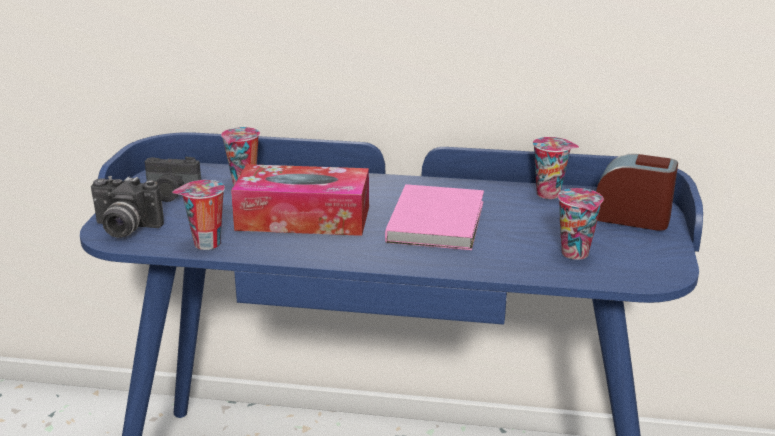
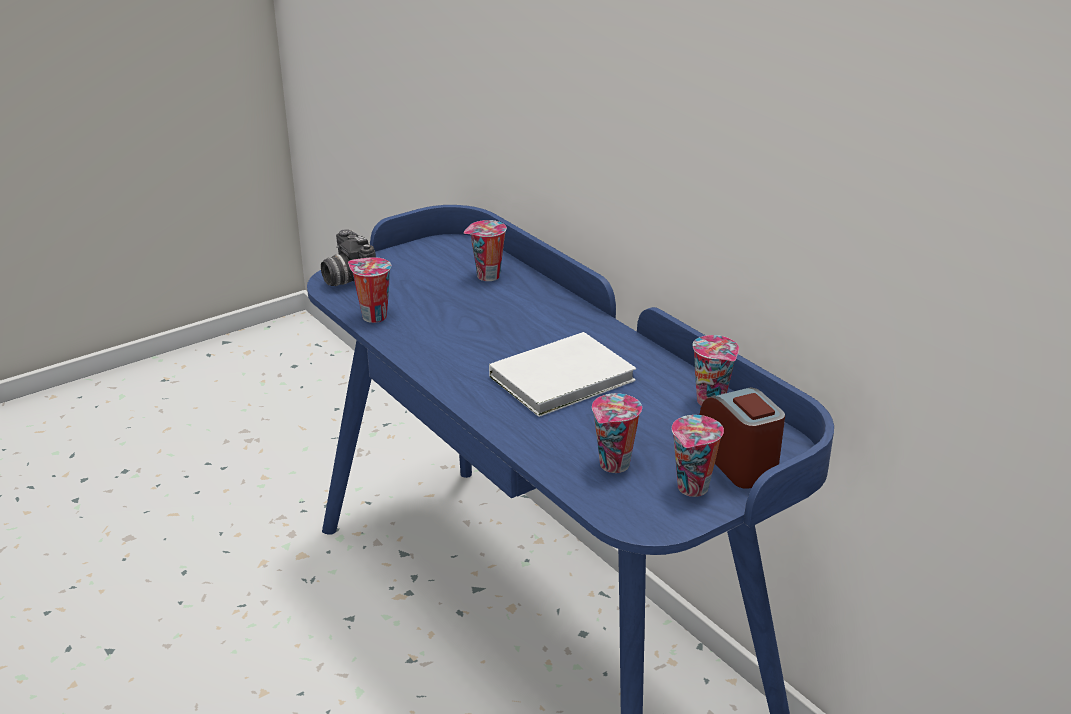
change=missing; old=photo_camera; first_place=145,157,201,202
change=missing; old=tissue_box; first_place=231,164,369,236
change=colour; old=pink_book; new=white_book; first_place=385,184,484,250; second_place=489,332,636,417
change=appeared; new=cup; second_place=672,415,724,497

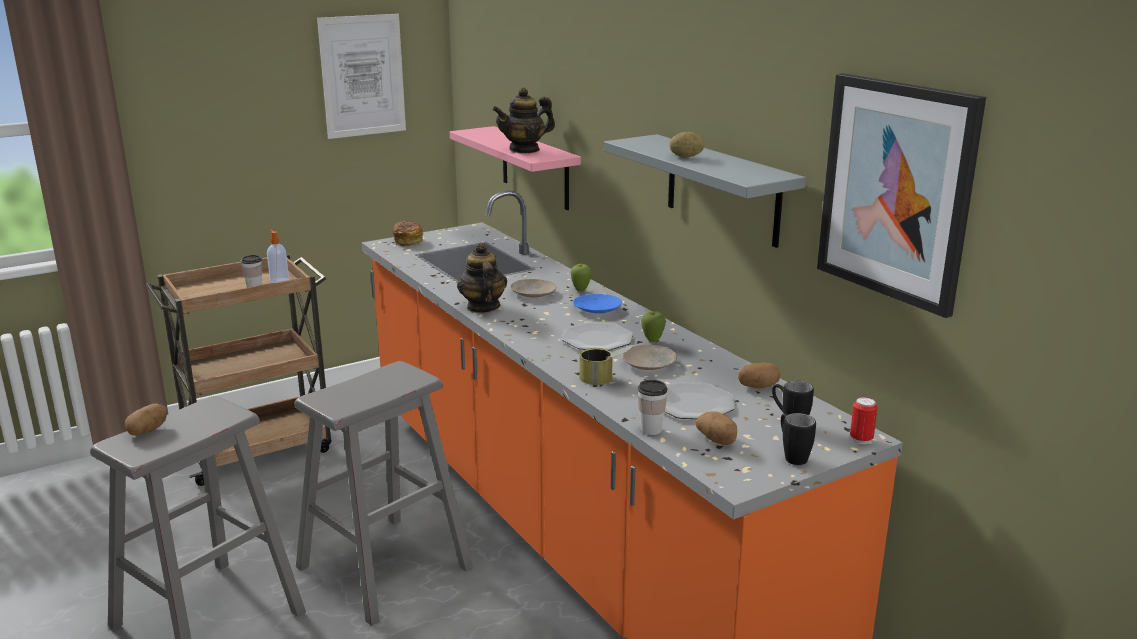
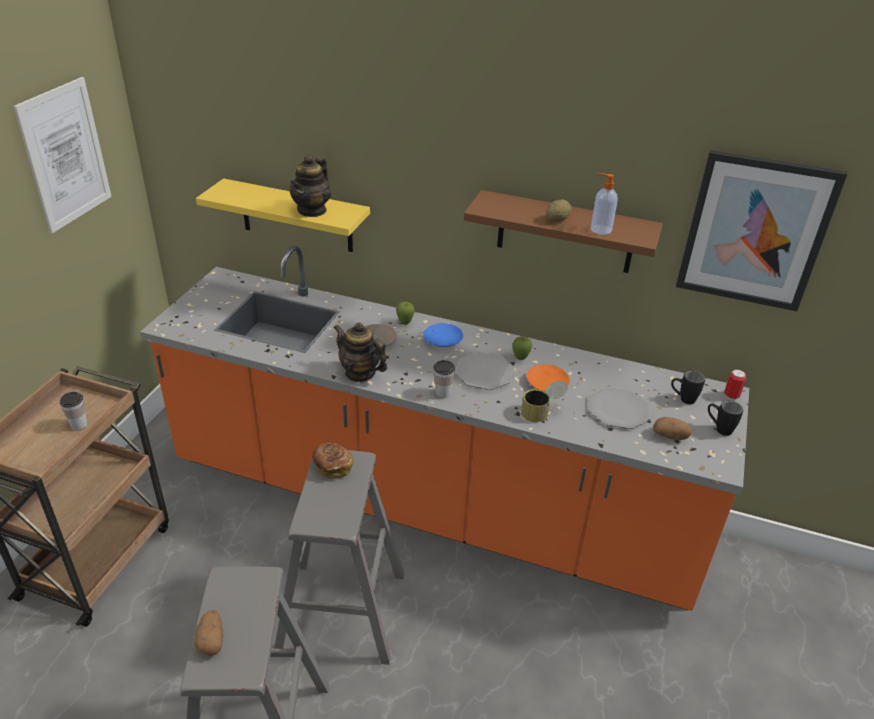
change=relocated; old=soap_dispenser; first_place=267,230,289,283; second_place=591,173,618,235
change=relocated; old=bread; first_place=393,221,424,246; second_place=312,443,353,479
change=colour; old=pink_shelf; new=yellow_shelf; first_place=450,126,581,210; second_place=196,178,370,252
change=colour; old=grey_shelf; new=brown_shelf; first_place=604,134,806,248; second_place=464,190,663,273
change=colour; old=beige_plate; new=orange_plate; first_place=623,345,677,370; second_place=527,364,570,392
change=relocated; old=cup; first_place=638,380,667,435; second_place=434,360,455,398
change=missing; old=potato; first_place=738,362,780,388

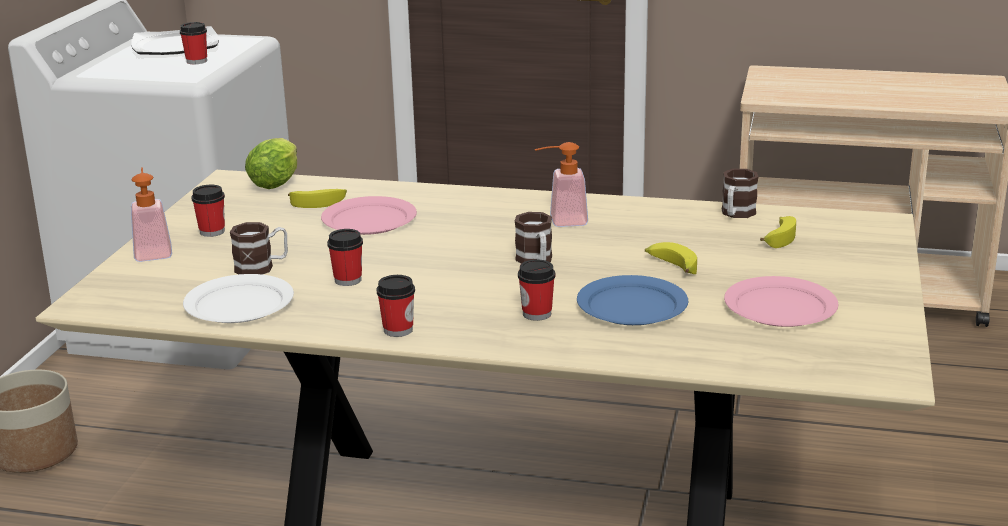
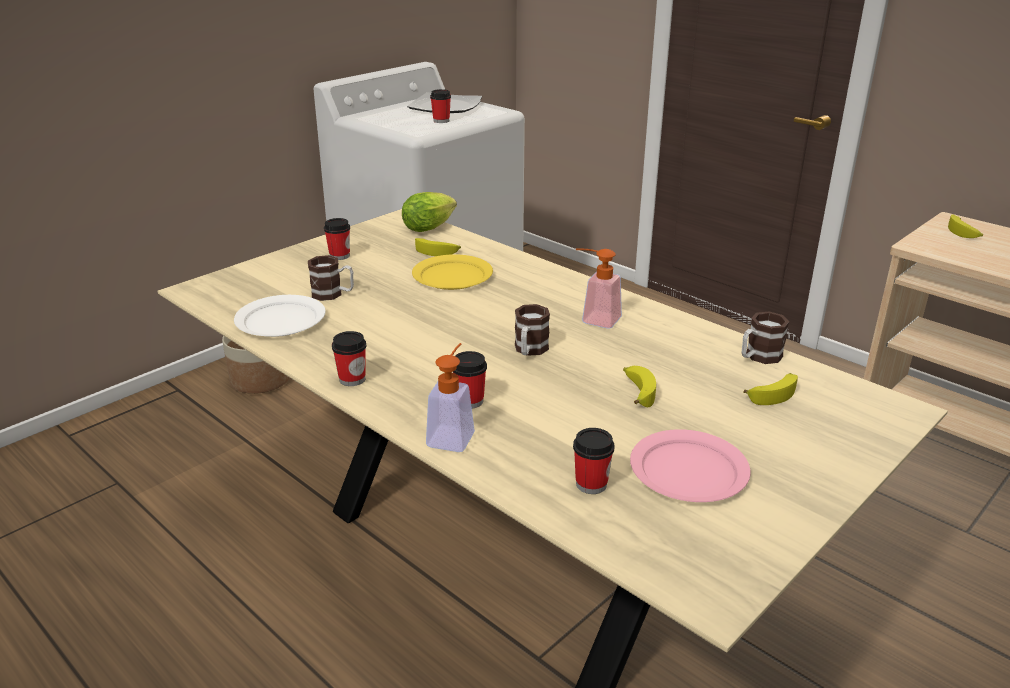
change=relocated; old=soap_dispenser; first_place=131,167,172,262; second_place=426,343,475,452
change=colour; old=pink_plate; new=yellow_plate; first_place=321,196,417,235; second_place=412,254,493,290
change=relocated; old=cup; first_place=327,229,363,286; second_place=573,428,615,494
change=missing; old=blue_plate; first_place=577,275,689,325
change=appeared; new=banana; second_place=948,214,983,238

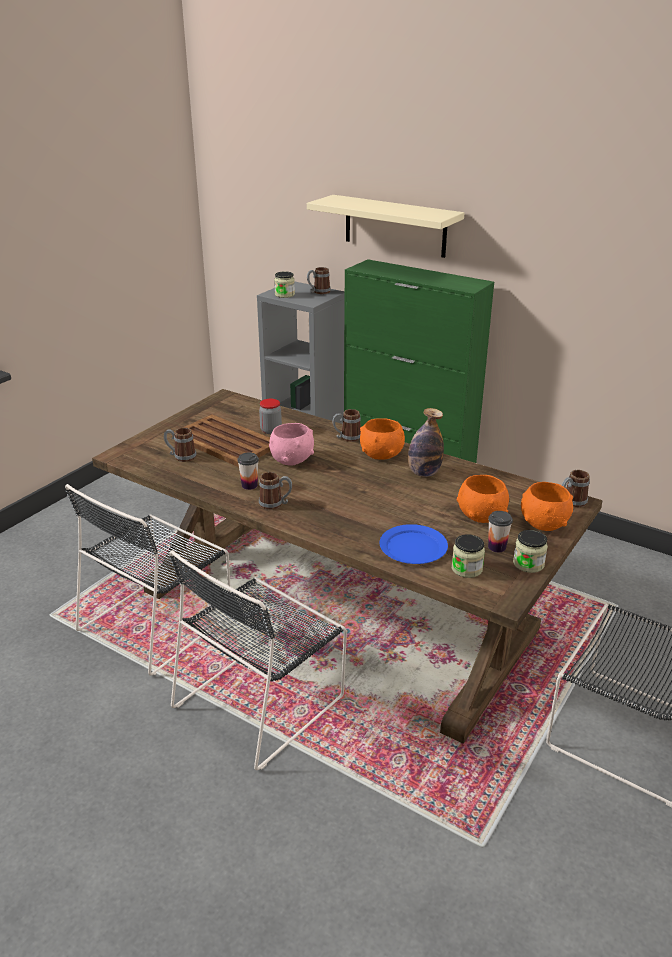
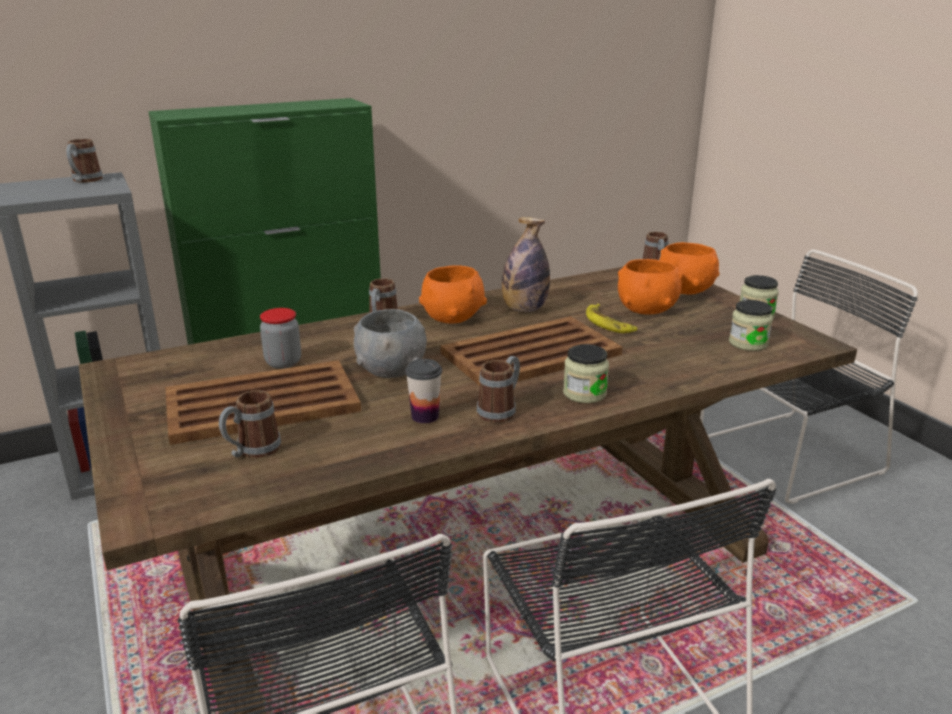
change=colour; old=pink_bowl; new=grey_bowl; first_place=269,423,314,465; second_place=354,309,427,378
change=relocated; old=jar; first_place=274,271,295,298; second_place=563,344,609,403
change=missing; old=beige_shelf; first_place=307,195,464,258
change=missing; old=blue_plate; first_place=379,524,448,564
change=missing; old=cup; first_place=488,511,513,552
change=appeared; new=brown_tray; second_place=440,316,623,386
change=appeared; new=banana; second_place=586,304,637,333

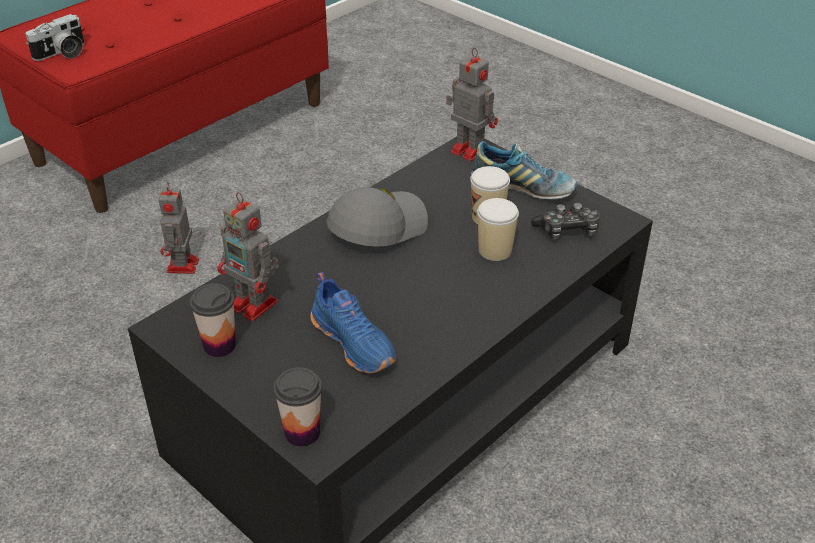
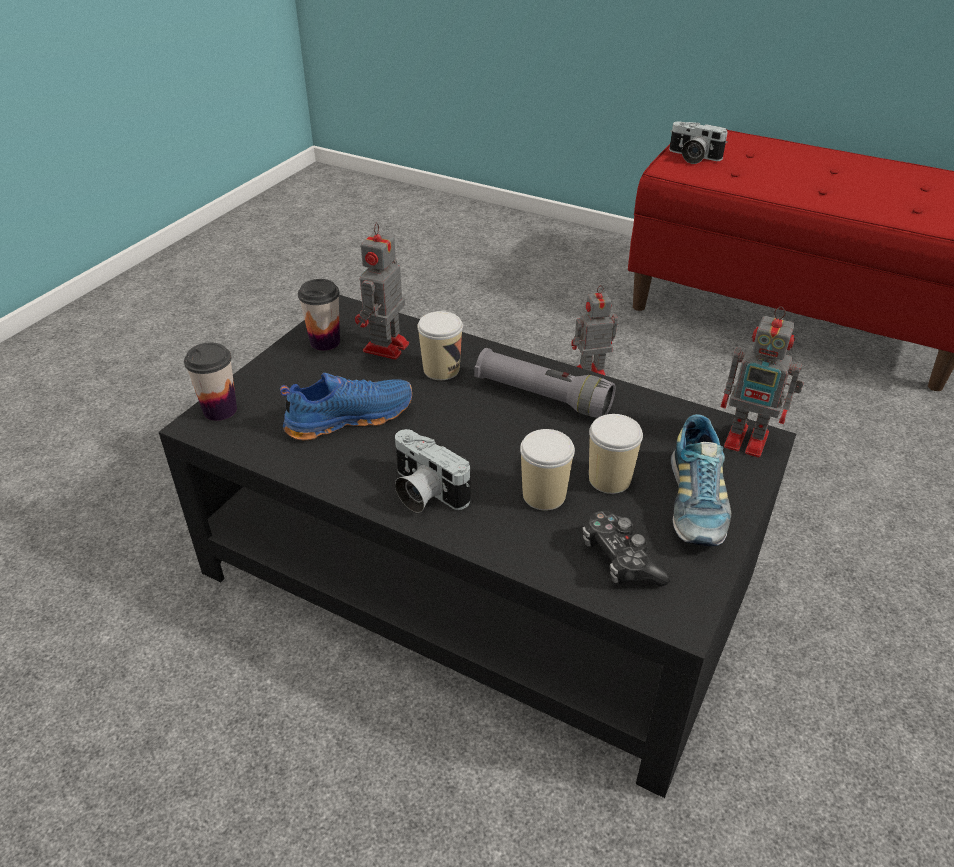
change=spun; old=blue_shoe; first_place=310,272,396,374; second_place=280,373,412,440; degrees=-150
change=exchanged; old=grey_cap; new=grey_flashlight; first_place=326,187,428,247; second_place=475,348,615,418
change=spun; old=toy_robot; first_place=446,48,498,161; second_place=720,306,803,457; degrees=90
change=appeared; new=photo_camera; second_place=395,429,470,513
change=appeared; new=cup; second_place=417,311,463,380

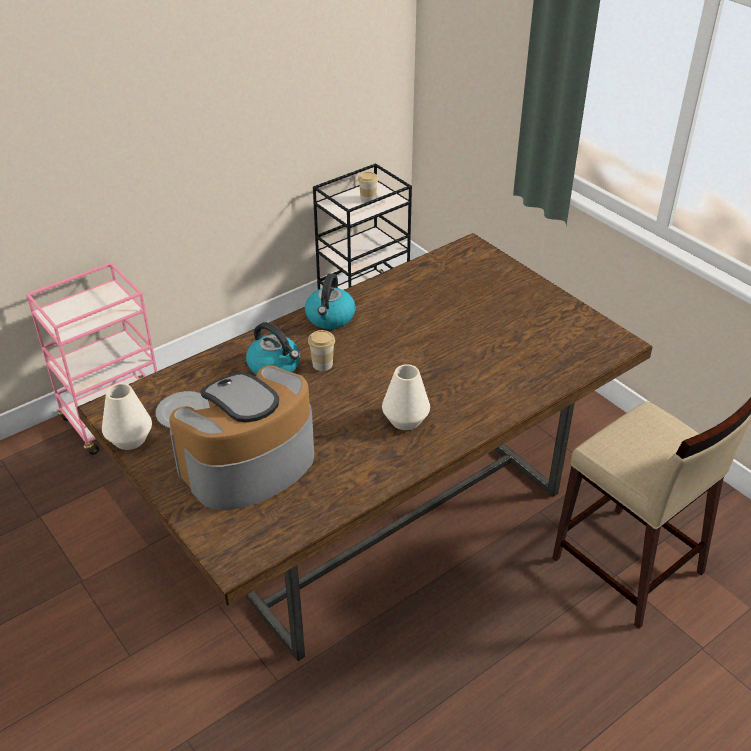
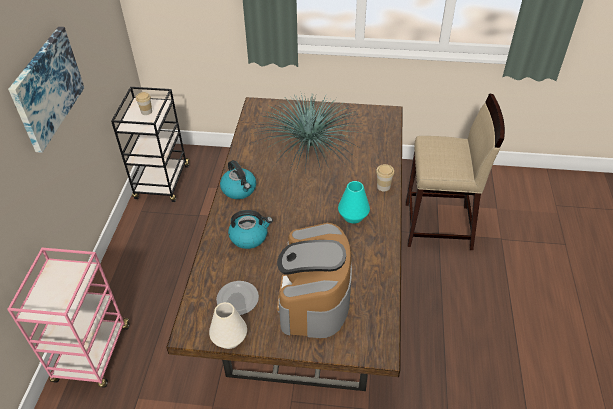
change=relocated; old=cup; first_place=308,330,335,371; second_place=376,164,395,191
change=colour; old=white_vase; new=turquoise_vase; first_place=382,364,430,430; second_place=338,181,370,224
change=appeared; new=picture; second_place=8,27,84,153
change=appeared; new=potted_plant; second_place=249,91,365,171

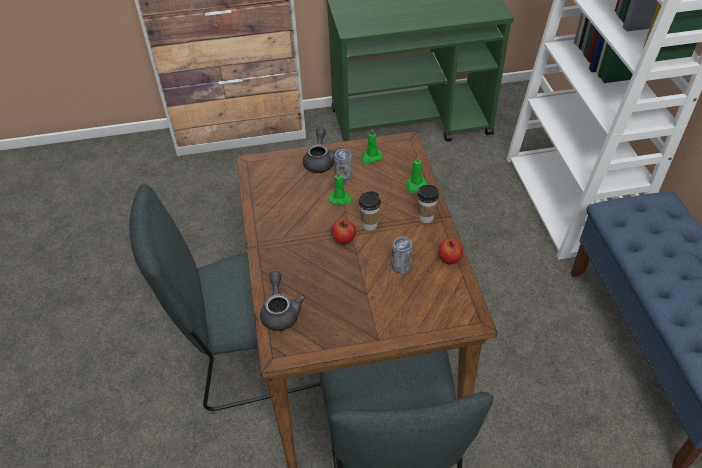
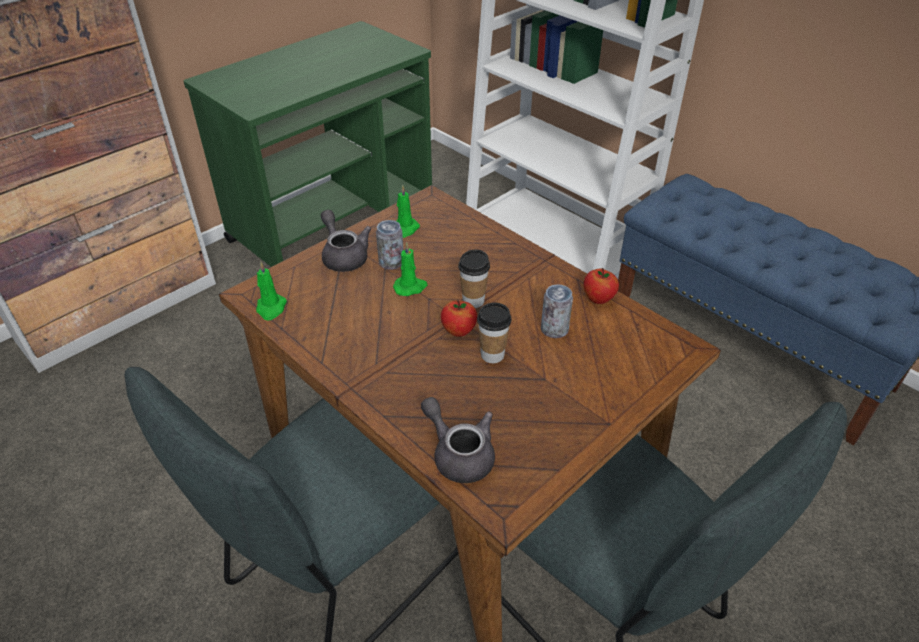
change=relocated; old=green_candle; first_place=406,156,427,193; second_place=256,262,287,320
change=relocated; old=cup; first_place=417,185,439,223; second_place=477,303,511,363

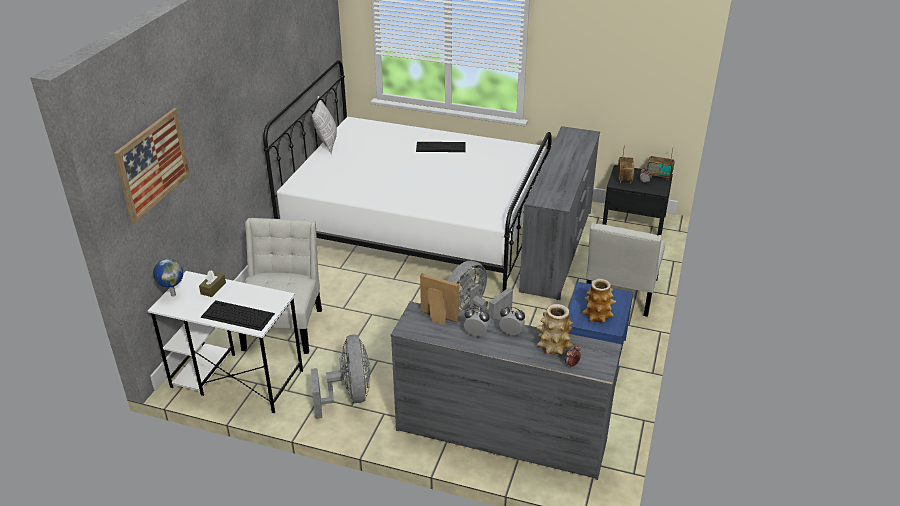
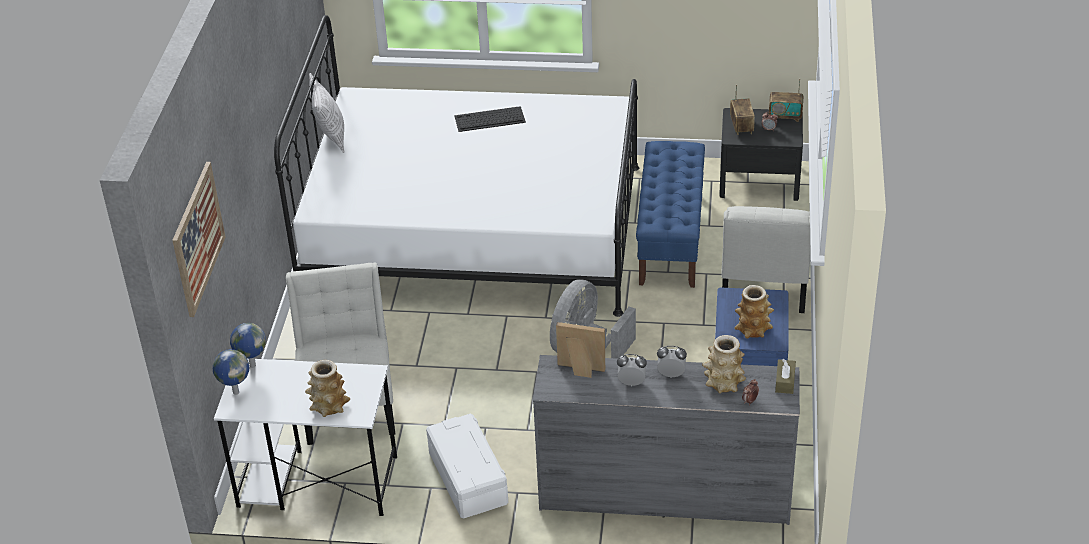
change=relocated; old=brown_tissue_box; first_place=199,270,226,297; second_place=775,359,796,394
change=exchanged; old=keyboard; new=vase; first_place=201,300,275,331; second_place=305,360,350,417
change=exchanged; old=grey_fan; new=white_storage_box; first_place=311,335,371,419; second_place=426,414,508,519
change=exchanged; old=grey_dresser; new=blue_bench; first_place=519,126,600,300; second_place=636,141,705,288
change=appeared; new=globe; second_place=230,323,266,368

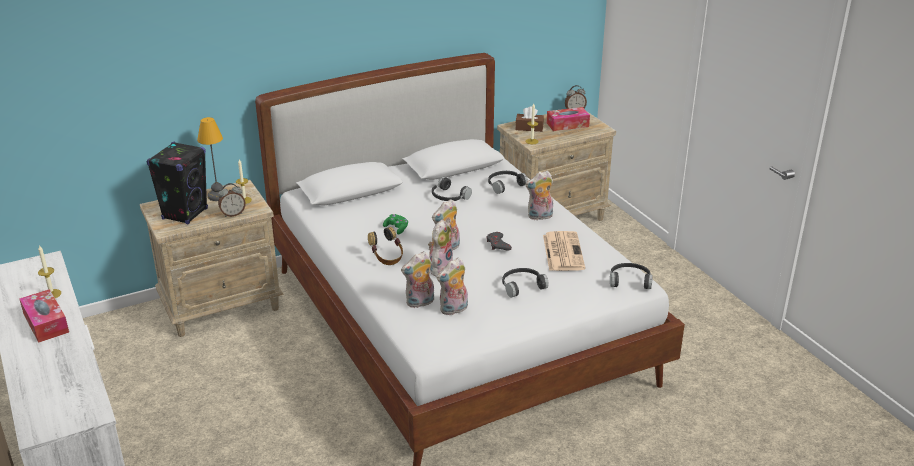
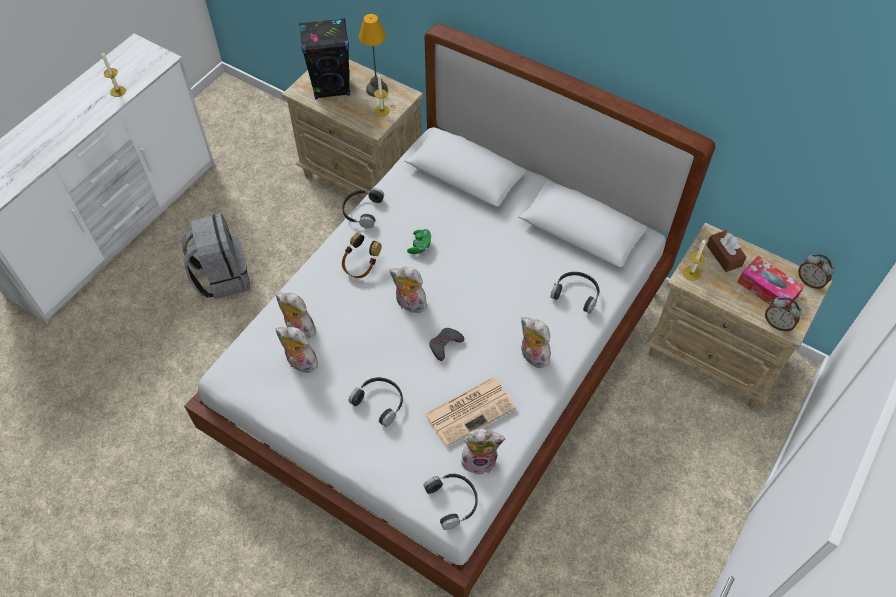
change=missing; old=tissue_box; first_place=19,289,69,343
change=relocated; old=alarm_clock; first_place=218,183,245,217; second_place=765,297,802,331
change=relocated; old=plush_toy; first_place=428,220,453,277; second_place=461,429,505,475
change=relocated; old=black_headphones; first_place=432,177,472,201; second_place=342,188,384,229
change=appeared; new=grey_backpack; second_place=182,214,250,299

